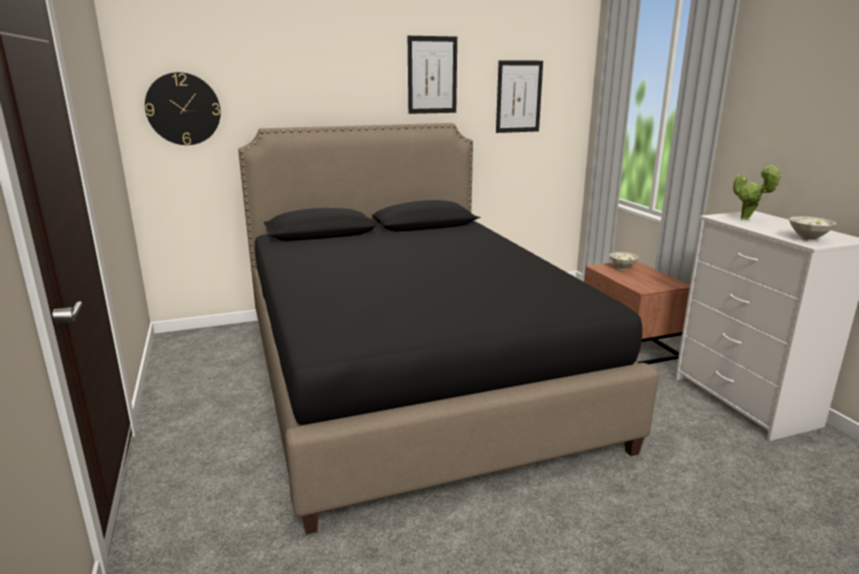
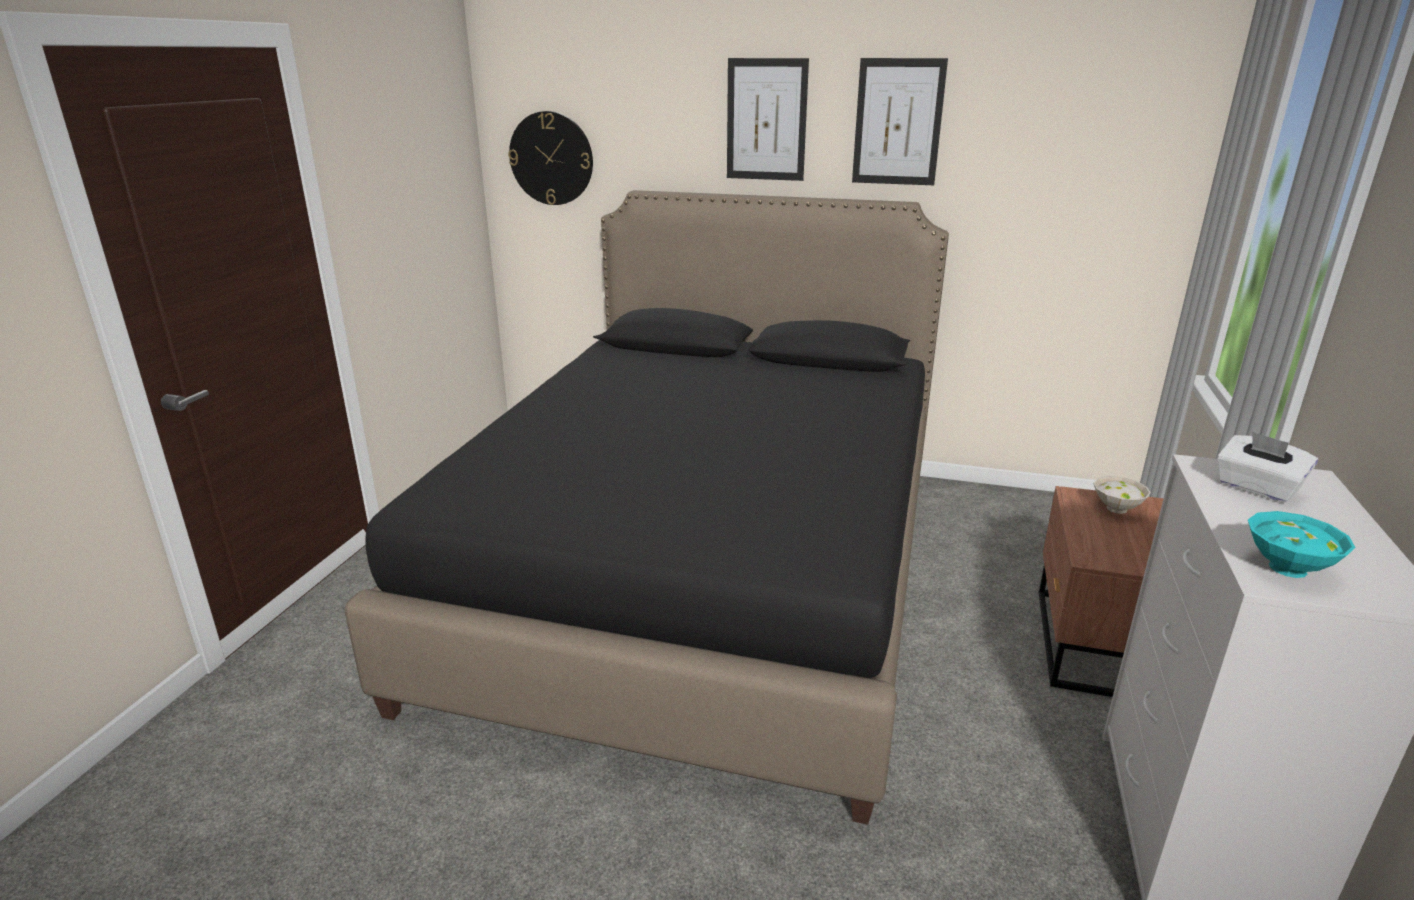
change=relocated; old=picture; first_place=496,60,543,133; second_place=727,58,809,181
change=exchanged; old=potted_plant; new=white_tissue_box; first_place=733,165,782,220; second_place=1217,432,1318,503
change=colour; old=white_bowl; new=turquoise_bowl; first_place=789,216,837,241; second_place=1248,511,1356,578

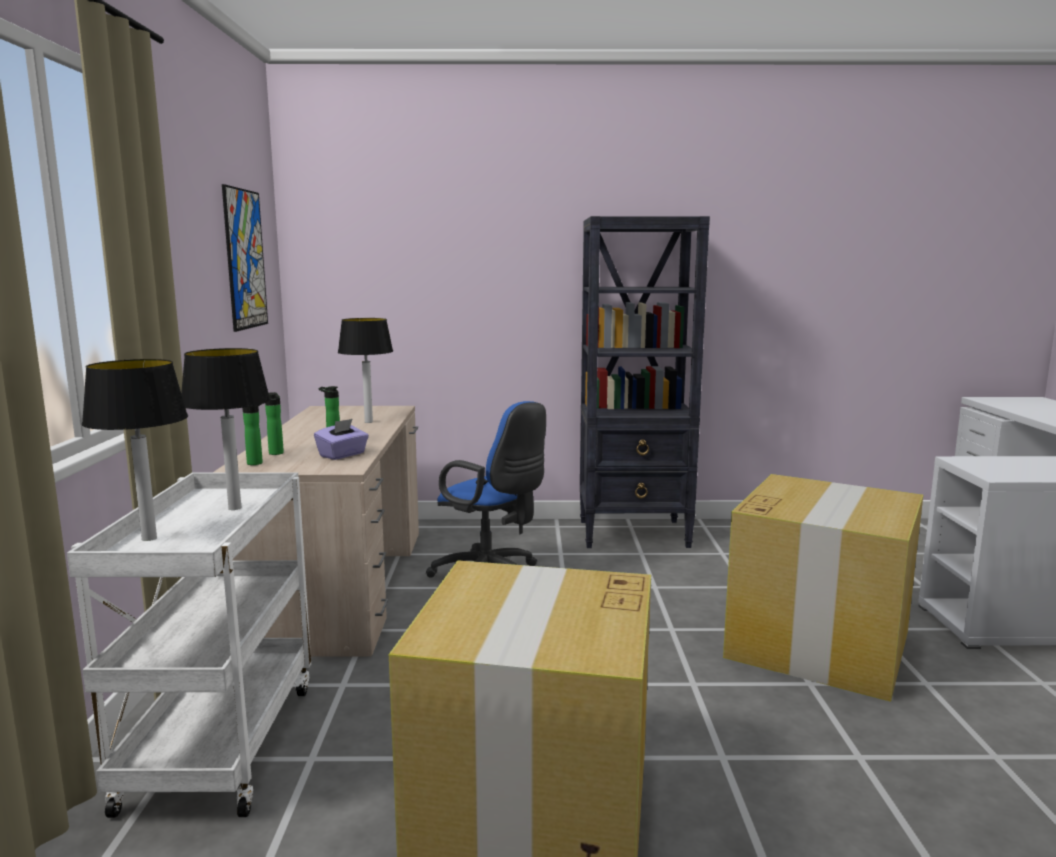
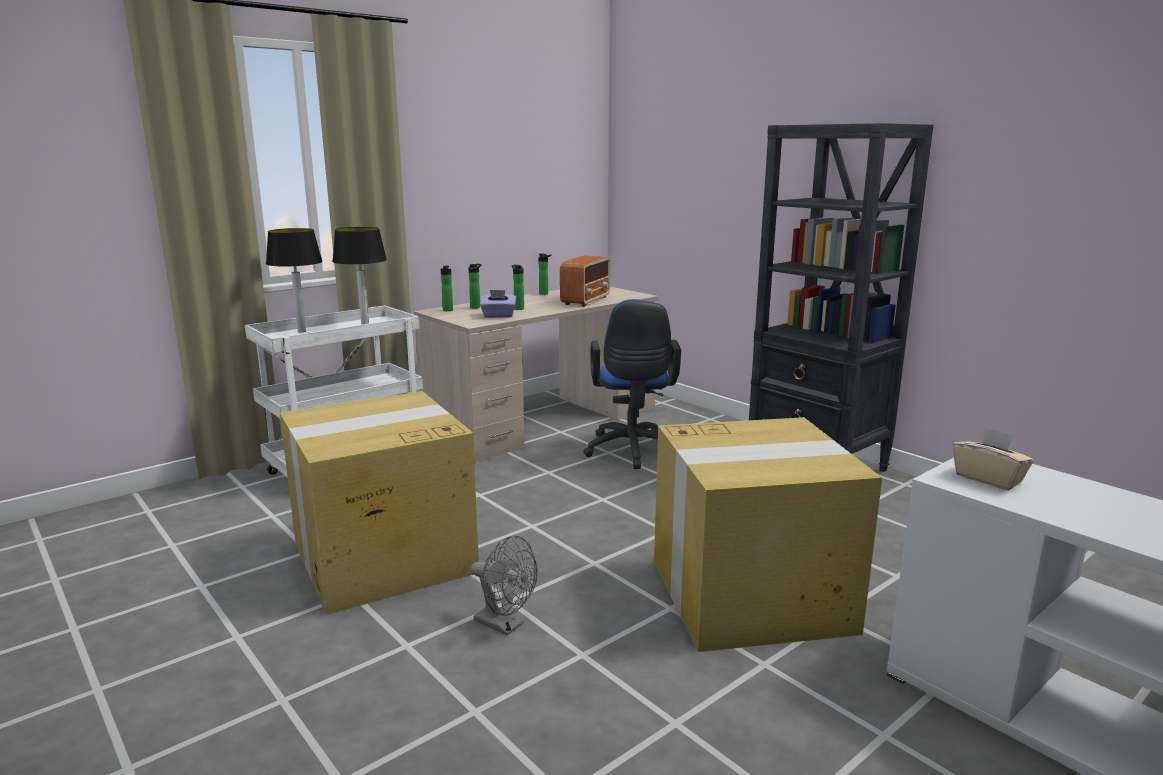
change=missing; old=picture; first_place=222,184,268,332
change=exchanged; old=table_lamp; new=radio; first_place=338,318,393,423; second_place=560,256,610,306
change=appeared; new=grey_fan; second_place=470,536,538,635
change=appeared; new=bottle; second_place=538,254,552,295
change=appeared; new=beige_tissue_box; second_place=953,427,1034,490

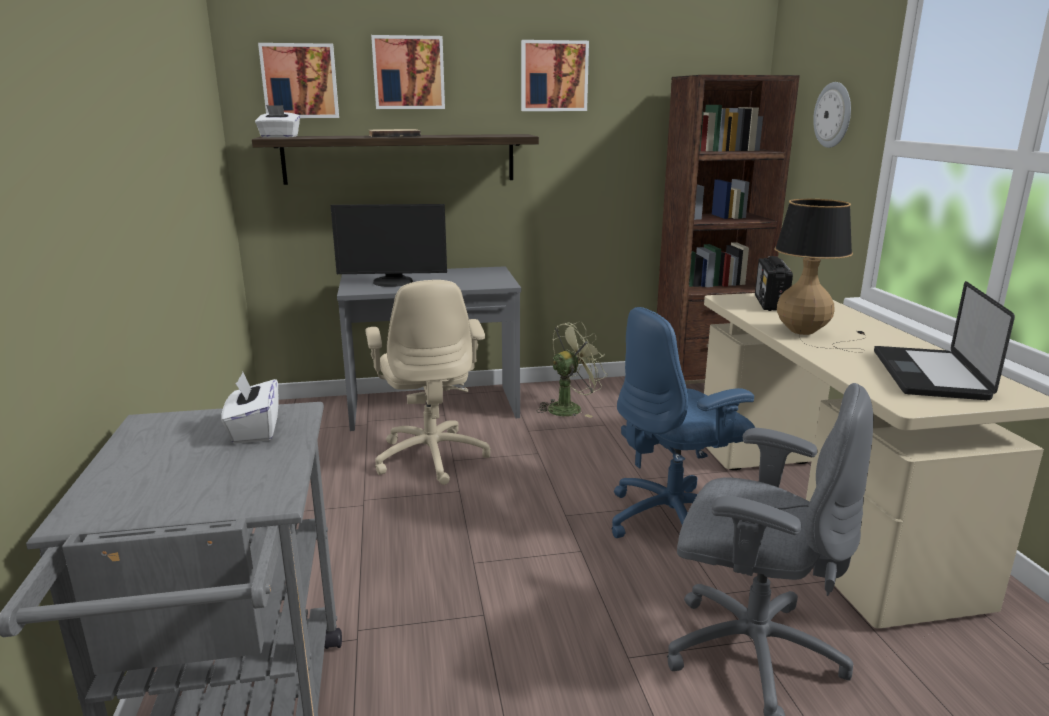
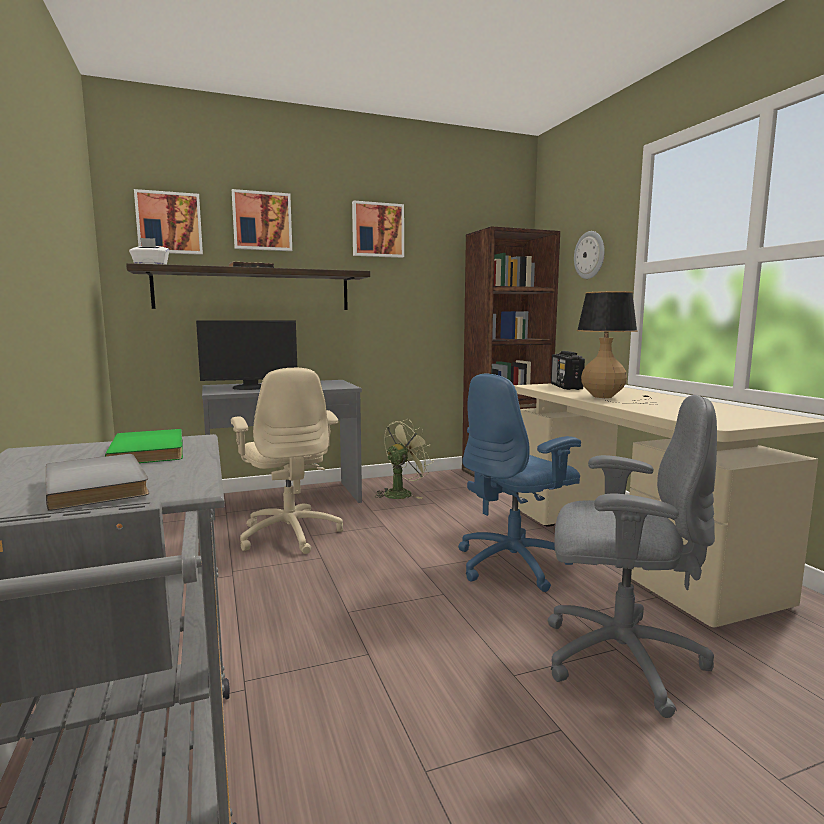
change=exchanged; old=white_tissue_box; new=green_book; first_place=221,372,279,444; second_place=105,429,183,463
change=missing; old=laptop; first_place=874,281,1015,400
change=appeared; new=grey_book; second_place=46,454,149,511

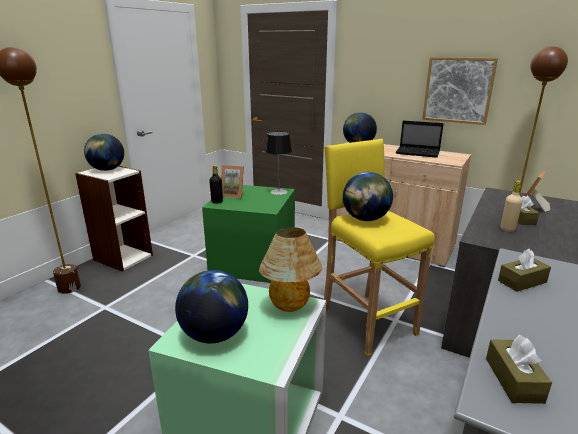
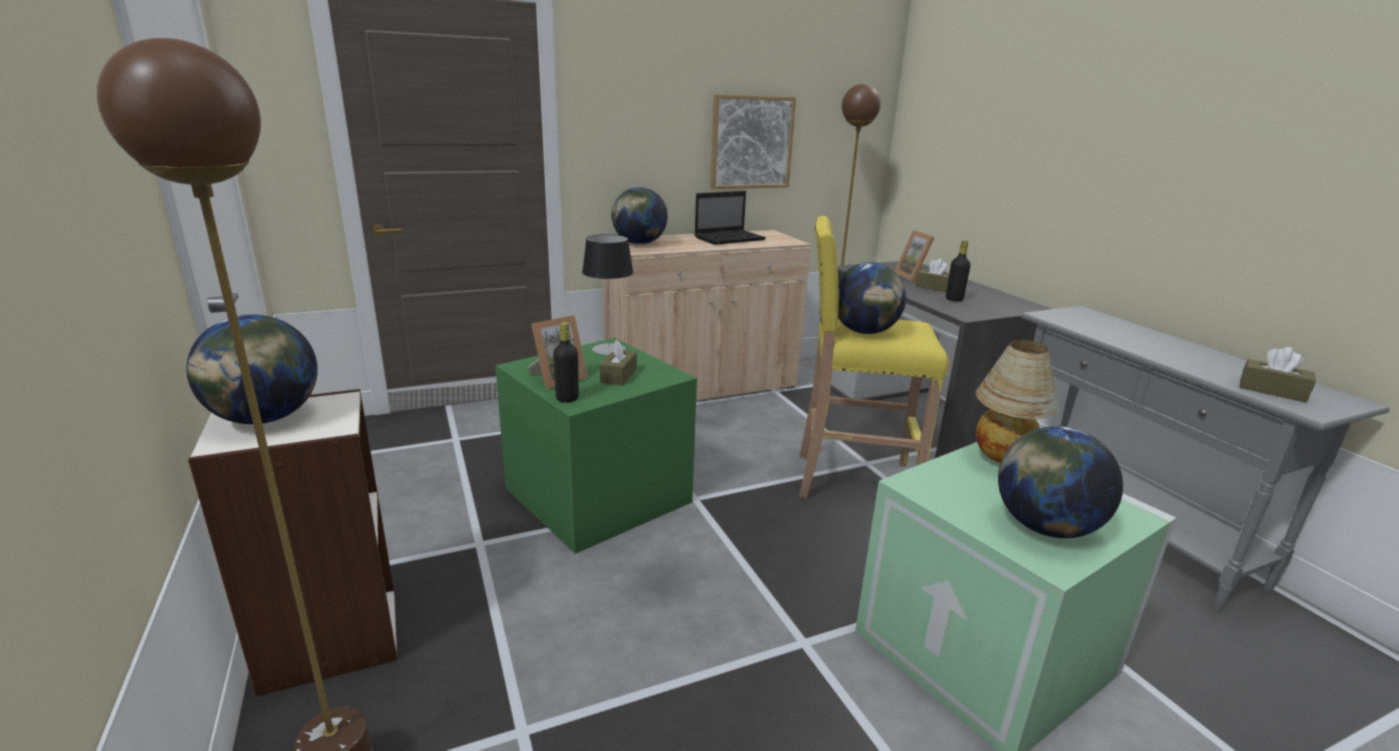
change=relocated; old=brown_tissue_box; first_place=498,248,551,292; second_place=600,340,637,386
change=colour; old=beige_bottle; new=black_bottle; first_place=501,181,523,232; second_place=946,240,971,302

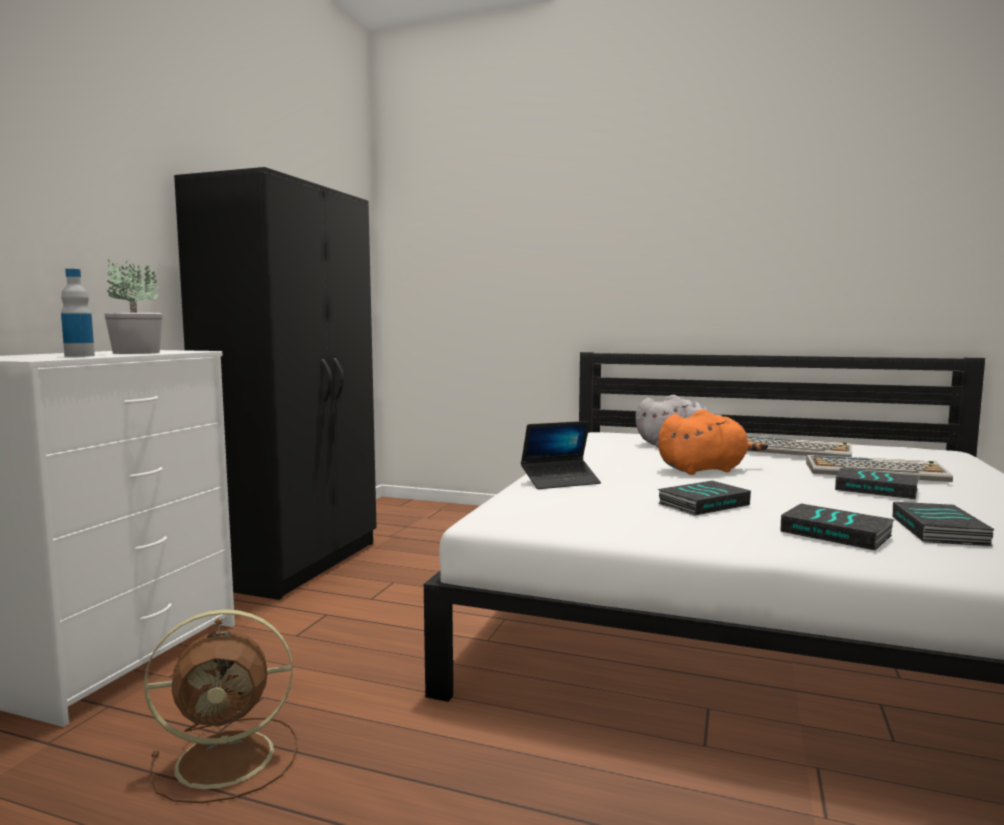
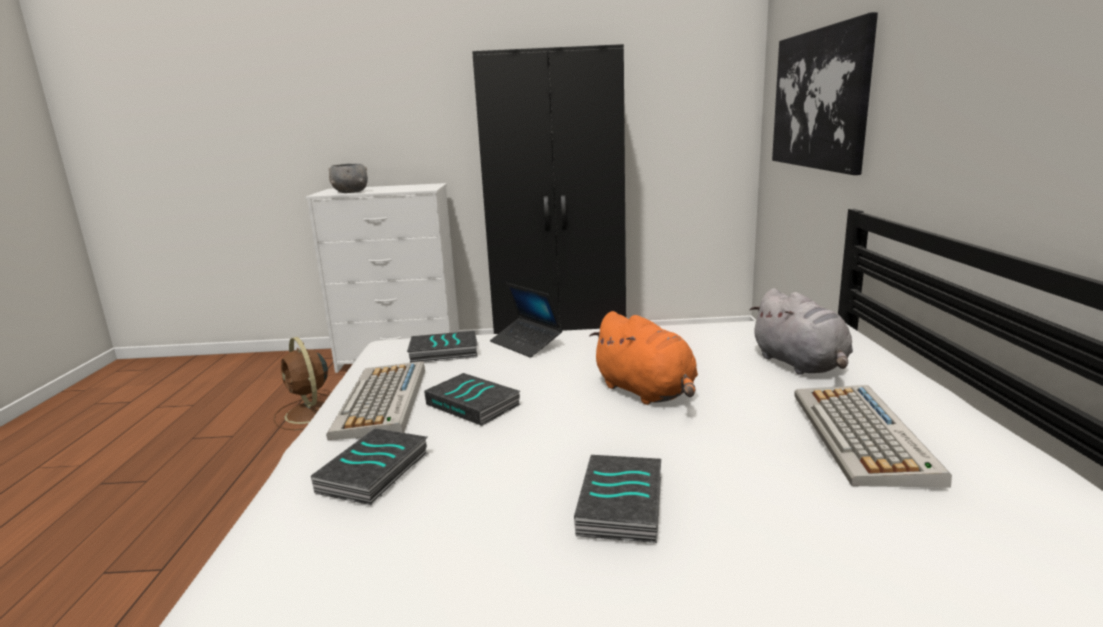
change=exchanged; old=bottle; new=grey_bowl; first_place=61,269,95,357; second_place=329,164,368,193
change=missing; old=potted_plant; first_place=104,259,163,354
change=relocated; old=keyboard; first_place=806,455,953,482; second_place=326,361,425,440
change=relocated; old=book; first_place=892,502,995,546; second_place=407,331,478,363
change=appeared; new=picture; second_place=772,12,878,175

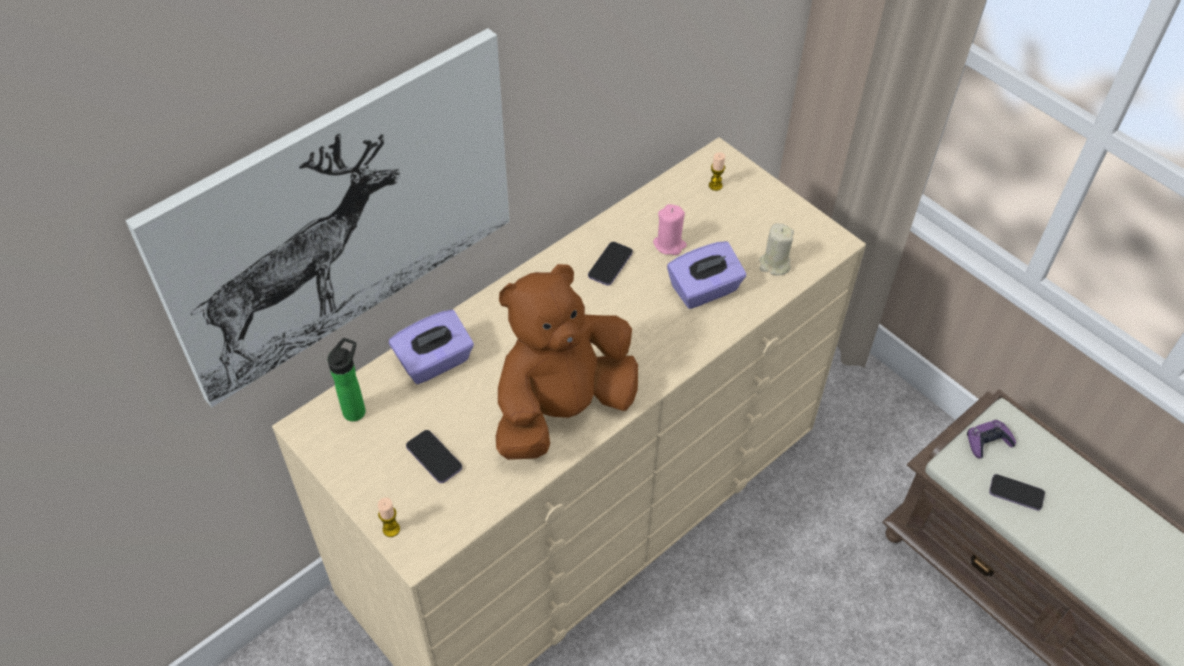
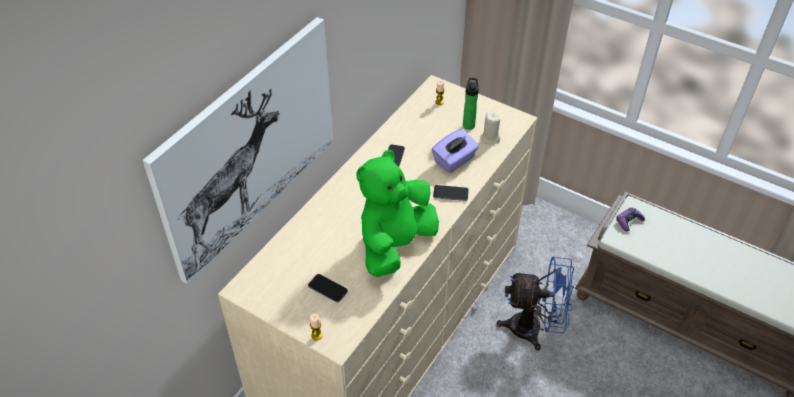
change=relocated; old=bottle; first_place=328,338,366,422; second_place=463,78,479,130
change=missing; old=purple_tissue_box; first_place=389,310,474,384
change=colour; old=brown_plush_toy; new=green_plush_toy; first_place=496,264,638,460; second_place=357,150,439,277
change=missing; old=pink_candle; first_place=653,204,687,255
change=relocated; old=phone; first_place=989,474,1045,511; second_place=433,185,469,201
change=appeared; new=blue_fan; second_place=496,257,574,351

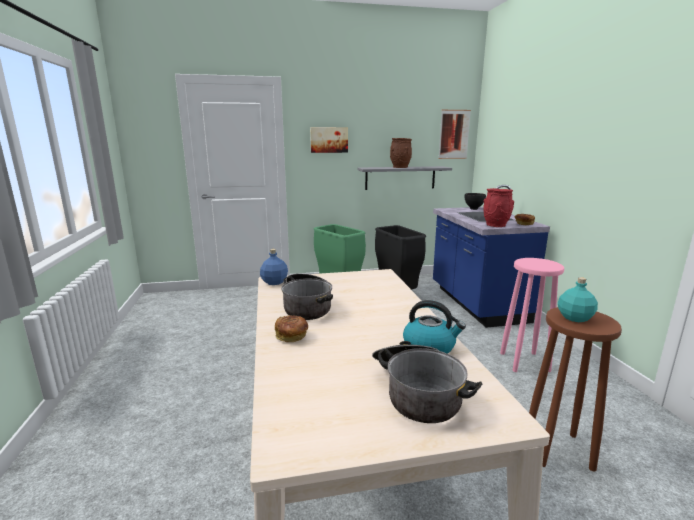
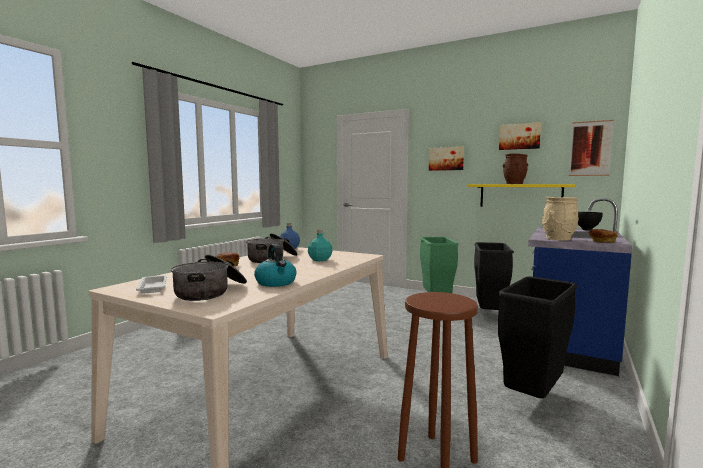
change=colour; old=grey_shelf; new=yellow_shelf; first_place=357,166,452,190; second_place=468,184,575,207
change=colour; old=red_vase; new=beige_vase; first_place=483,188,514,227; second_place=542,197,579,241
change=exchanged; old=pink_stool; new=black_trash_can; first_place=500,258,564,372; second_place=498,276,577,398
change=relocated; old=turquoise_bottle; first_place=558,277,598,322; second_place=308,230,332,261
change=appeared; new=white_tray; second_place=136,275,167,294
change=appeared; new=picture; second_place=499,122,541,150

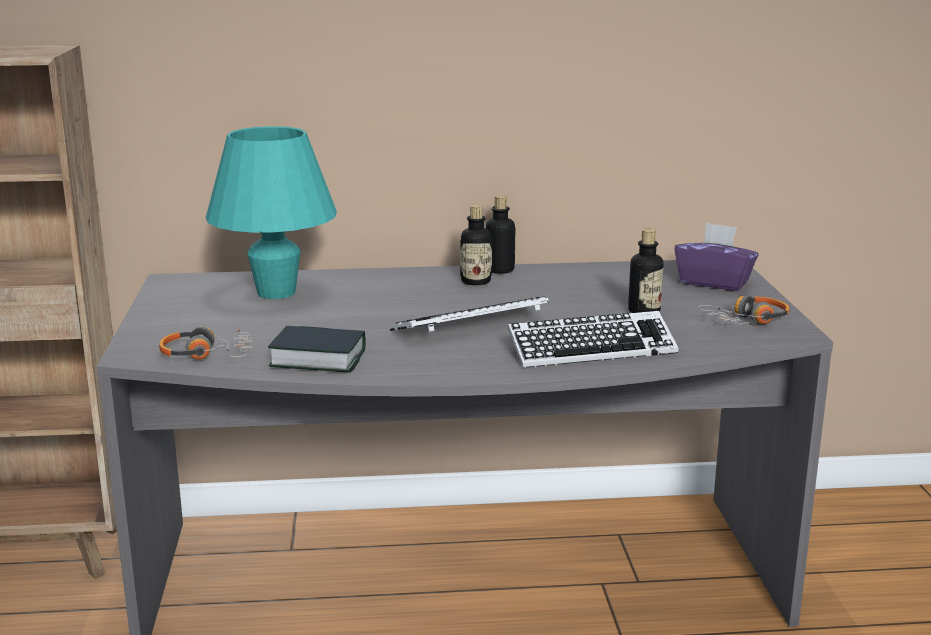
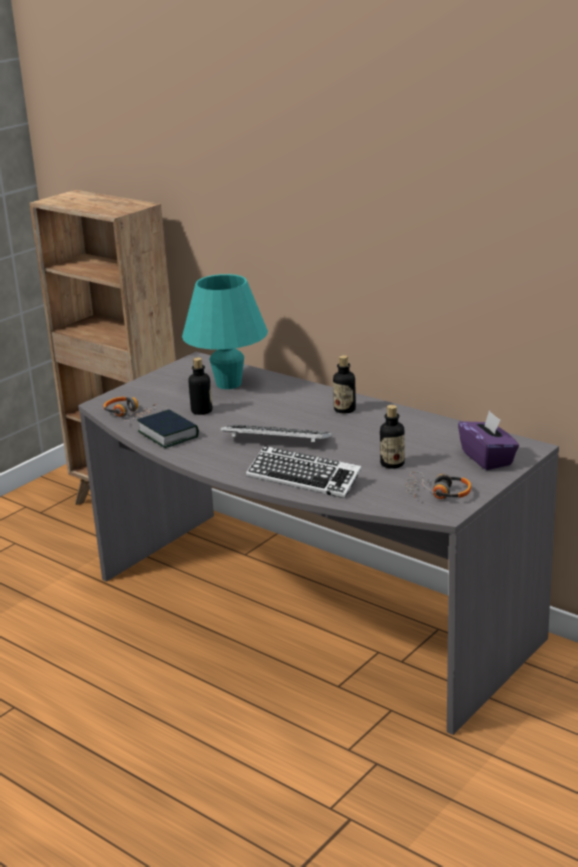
change=relocated; old=bottle; first_place=486,195,515,274; second_place=188,357,212,415

